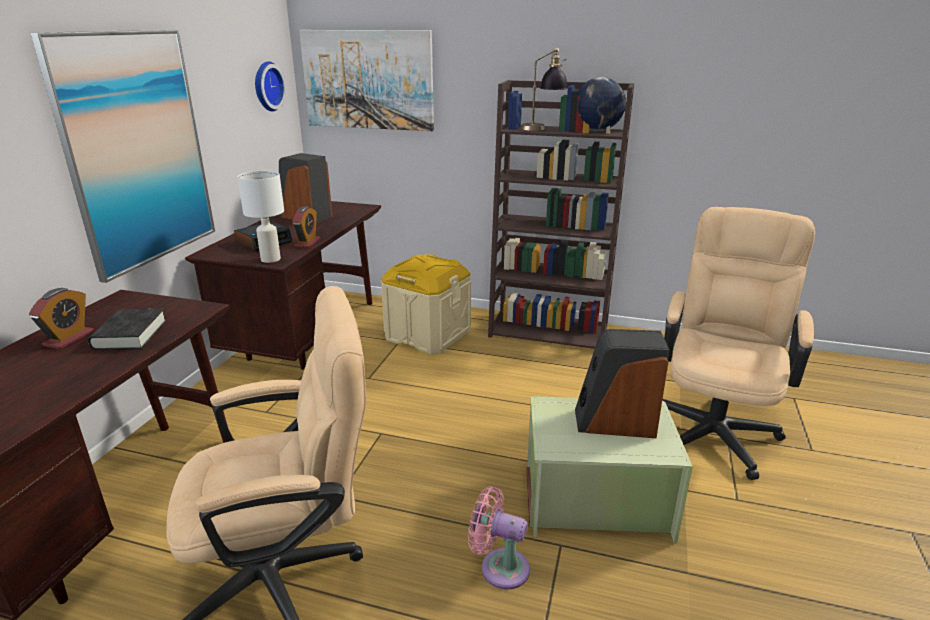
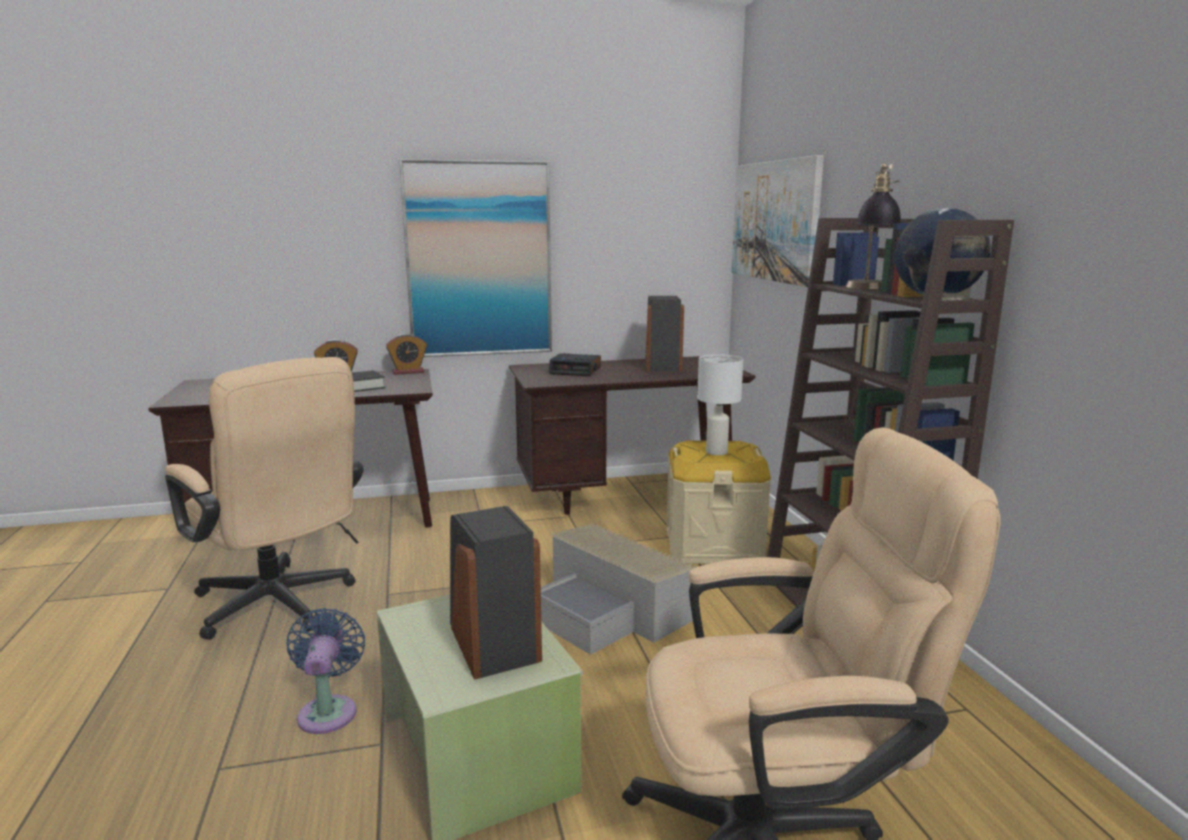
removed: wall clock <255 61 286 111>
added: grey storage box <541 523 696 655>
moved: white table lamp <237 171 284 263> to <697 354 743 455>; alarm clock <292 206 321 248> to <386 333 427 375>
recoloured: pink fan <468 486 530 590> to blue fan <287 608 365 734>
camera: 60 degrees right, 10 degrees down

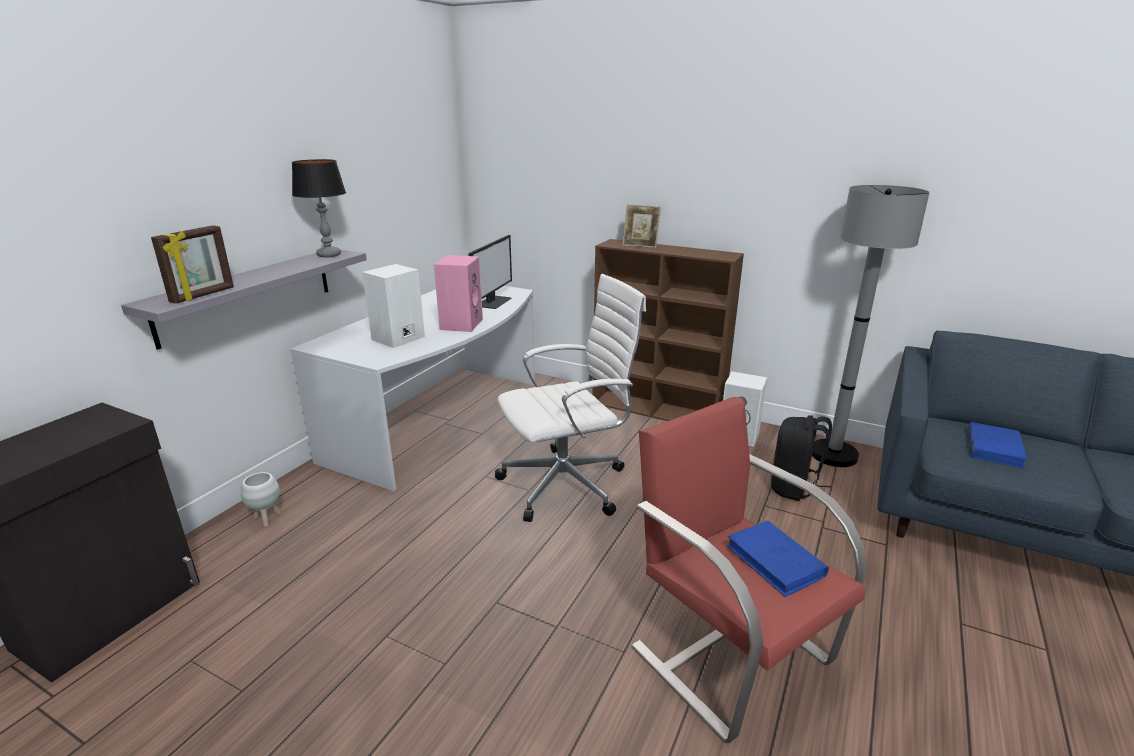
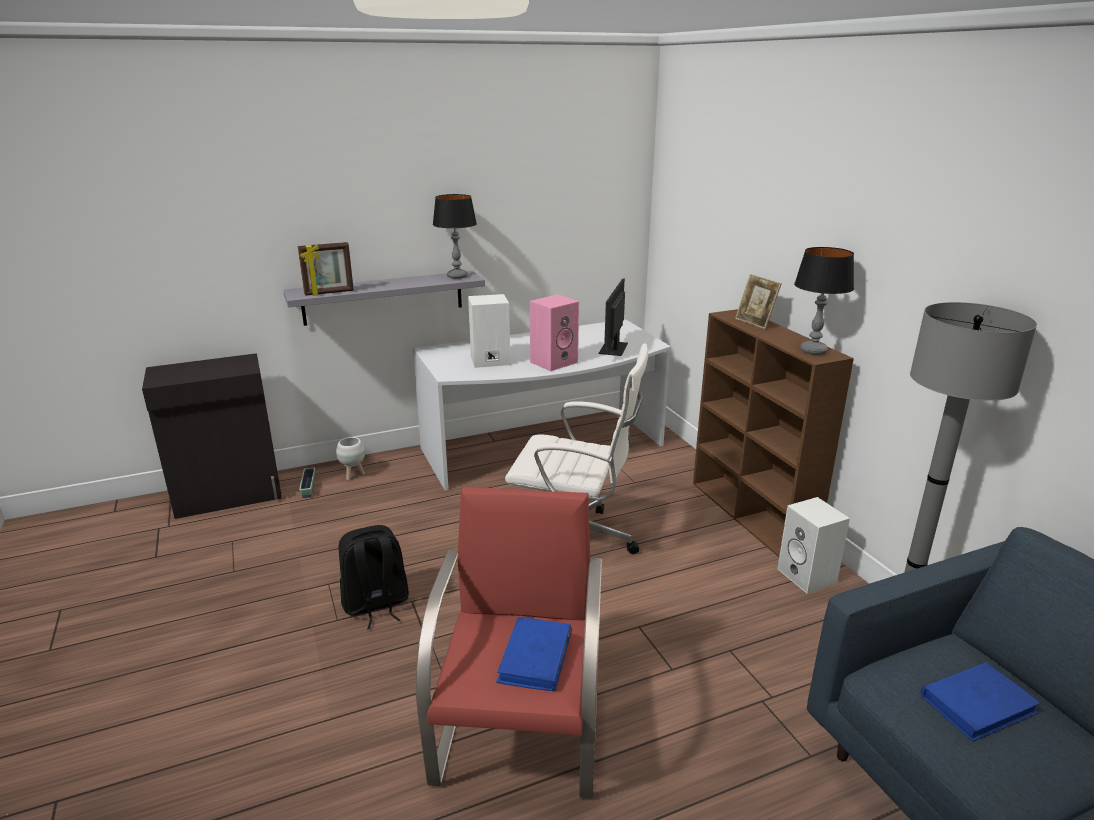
added: planter <299 468 315 498>; table lamp <794 247 854 355>
moved: black backpack <771 415 832 501> to <338 525 409 629>
turned: monitor <468 235 512 309> = <598 278 628 356> 135 degrees clockwise
camera: 40 degrees right, 0 degrees up

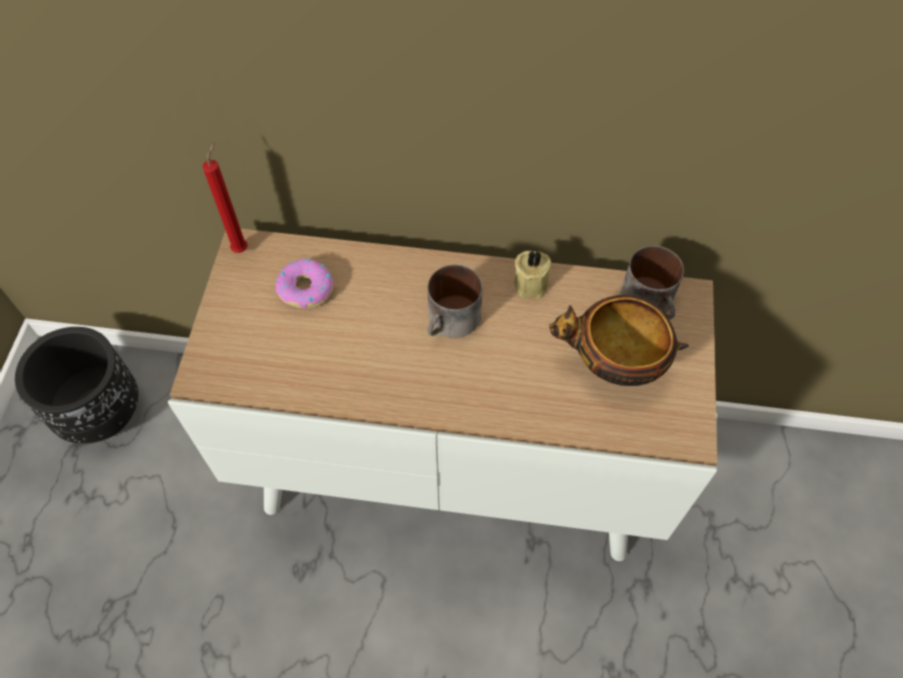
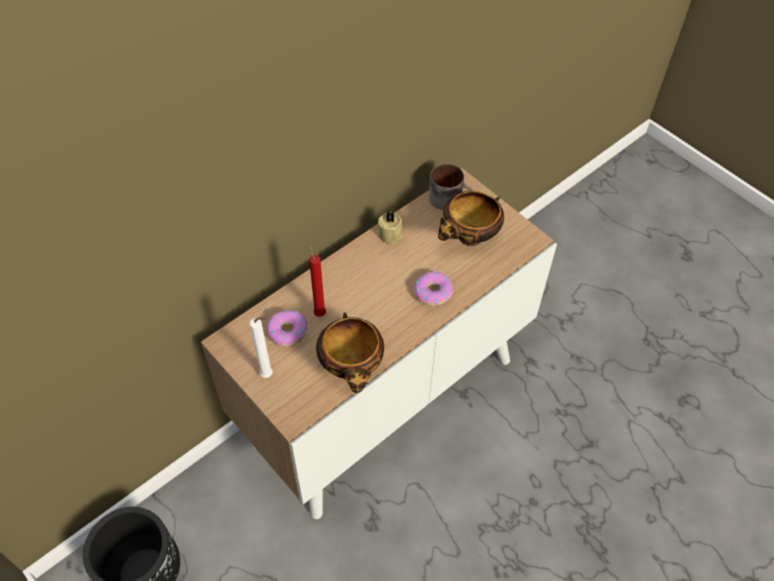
removed: mug <427 265 483 338>
added: white candle <250 317 273 378>; bowl <316 312 384 393>; donut <414 271 453 306>
moved: red candle <202 143 248 253> to <308 244 326 317>
camera: 50 degrees left, 5 degrees down

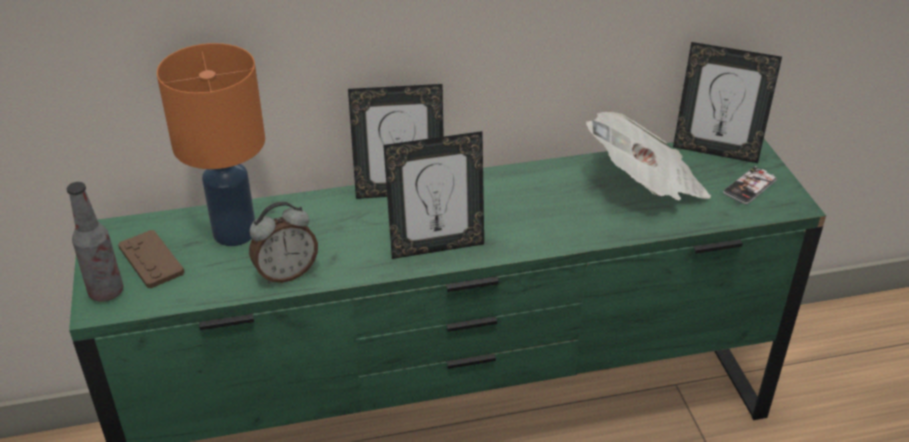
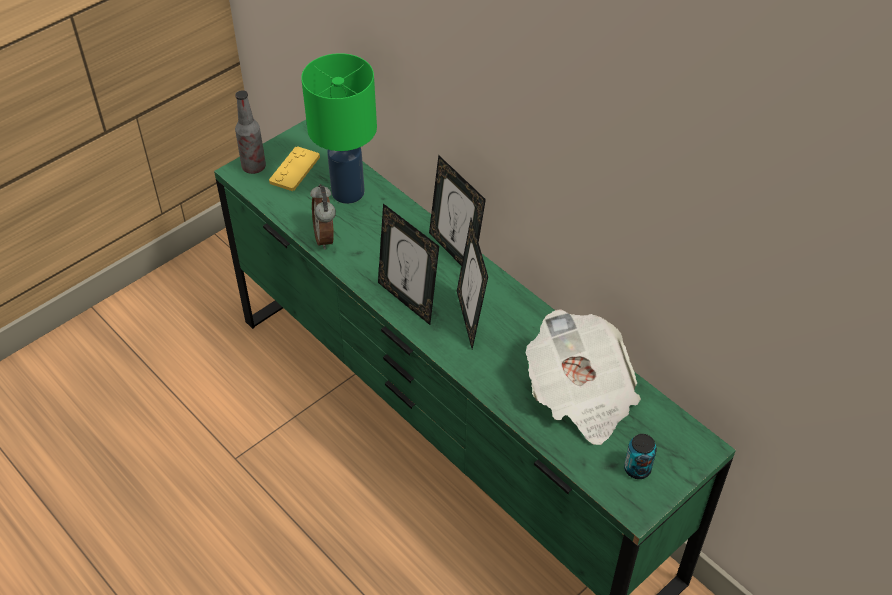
moved: picture frame <673 42 782 163> to <457 218 488 349>
replaced: phone <723 166 777 204> to can <624 434 657 479>
recoloured: brown game controller <118 230 185 289> to yellow game controller <269 146 320 191>; orange table lamp <157 43 265 246> to green table lamp <301 53 377 204>
turned: alarm clock <249 202 318 284> = <310 184 336 250> 45 degrees clockwise
camera: 60 degrees right, 10 degrees up

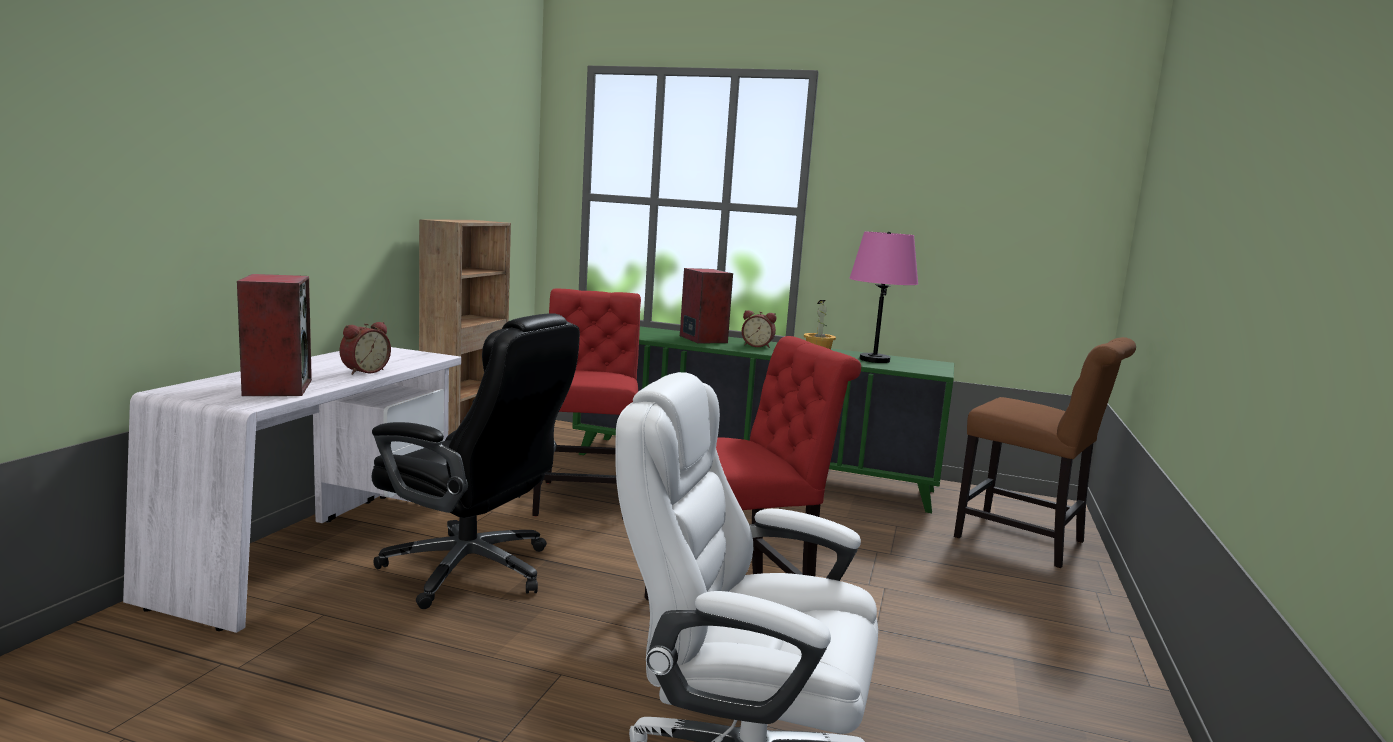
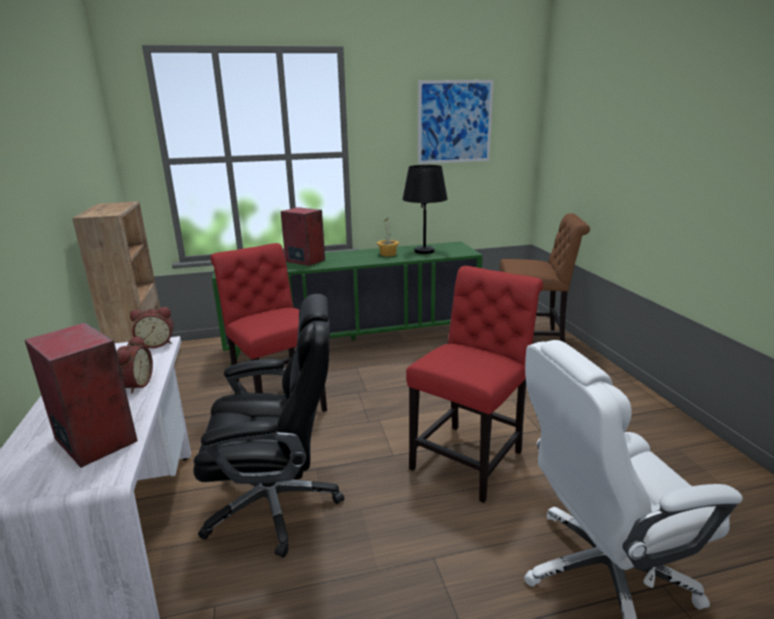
added: picture <418 80 494 164>
moved: alarm clock <742 310 776 348> to <130 307 174 348>
recoloured: pink table lamp <849 232 918 363> to black table lamp <402 165 448 254>
camera: 30 degrees left, 10 degrees up

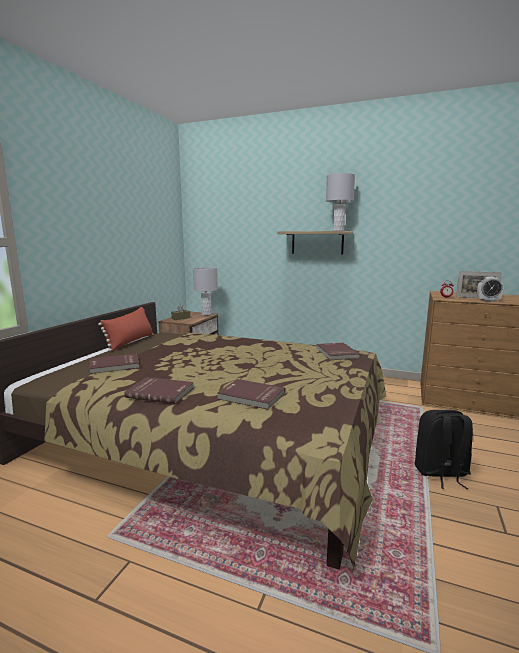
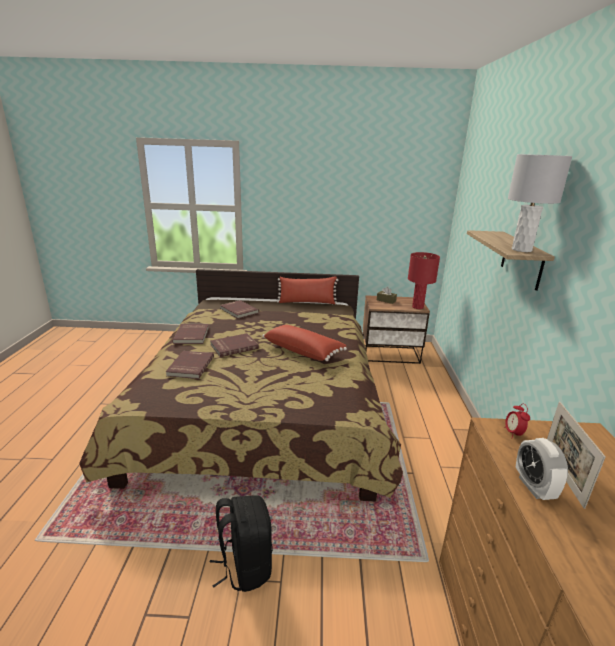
added: red pillow <262 325 347 361>
moved: red book <316 342 360 360> to <210 333 259 357>
recoloured: grey table lamp <193 267 218 315> to red table lamp <408 252 440 309>
camera: 70 degrees right, 10 degrees up

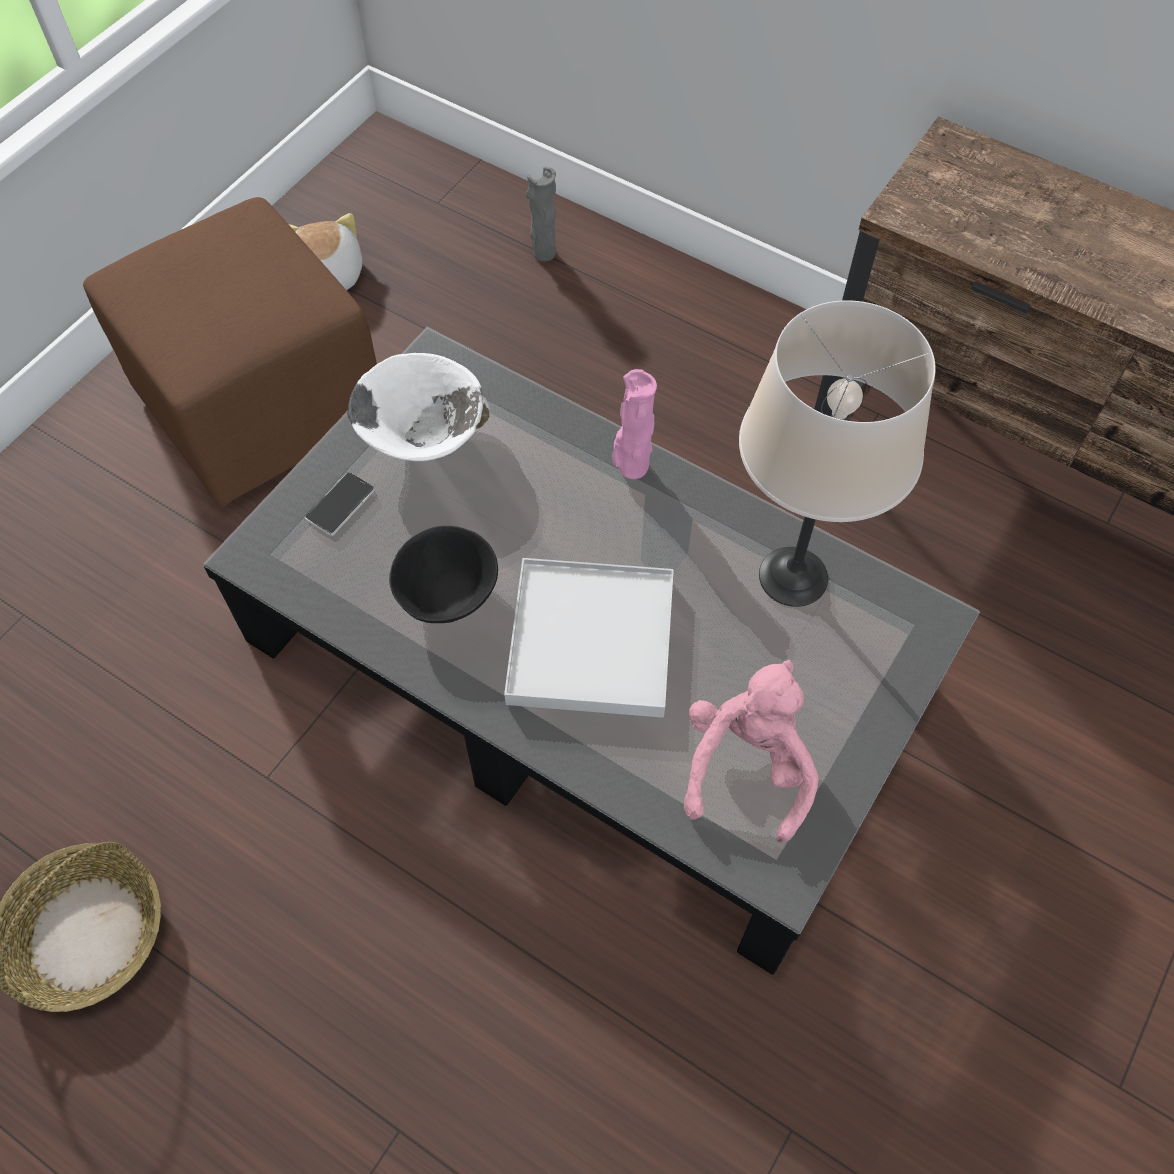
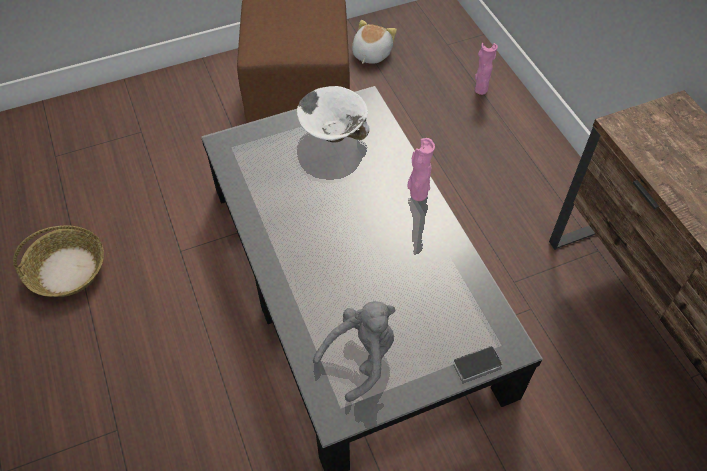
removed: black bowl <389 526 498 623>; white tray <504 558 674 718>; beige table lamp <739 300 936 607>
moved: phone <305 472 374 536> to <453 346 502 381>
recoloured: grey vase <526 167 556 262> to pink vase <475 43 498 95>; pink plush toy <684 660 819 844> to grey plush toy <313 301 395 402>
camera: 35 degrees right, 5 degrees down

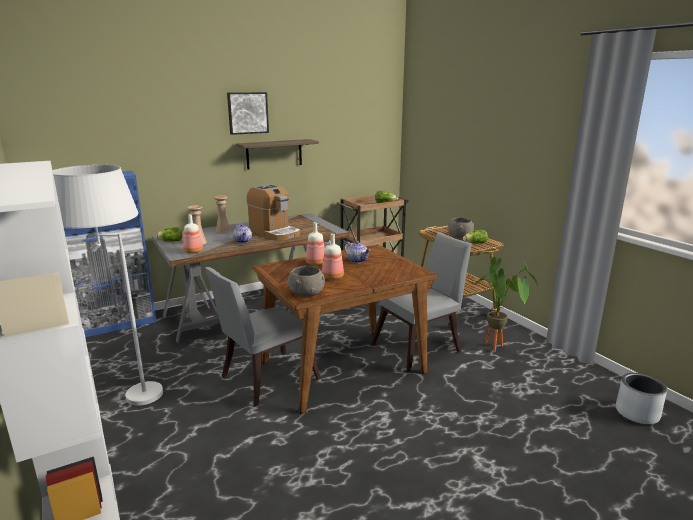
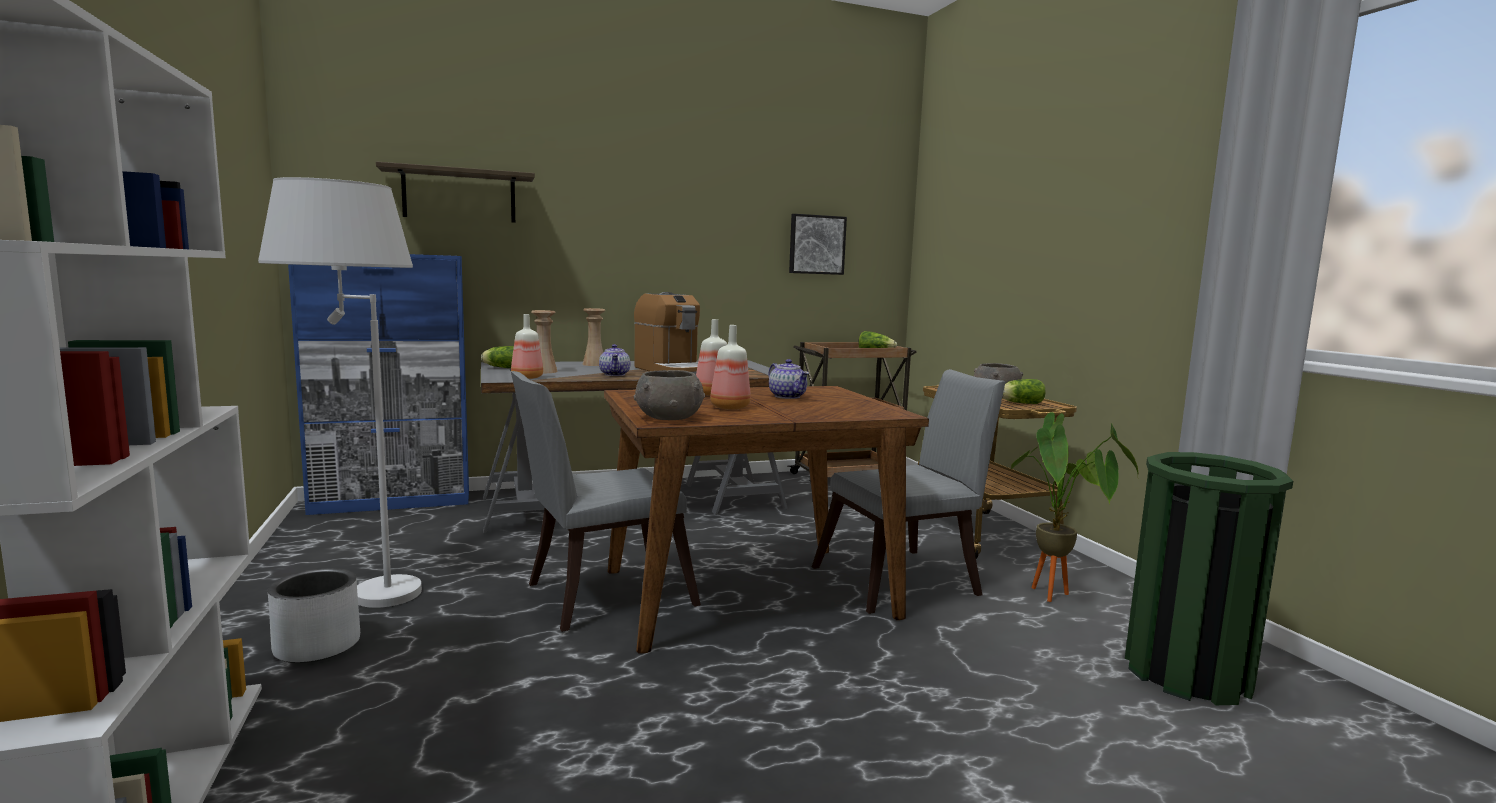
added: green trash can <1125 452 1293 705>
moved: picture <227 92 269 135> to <789 214 847 275>; shelf <236 139 319 170> to <376 161 535 223>; grey planter <616 373 667 424> to <268 568 360 663>
camera: 10 degrees right, 10 degrees down

